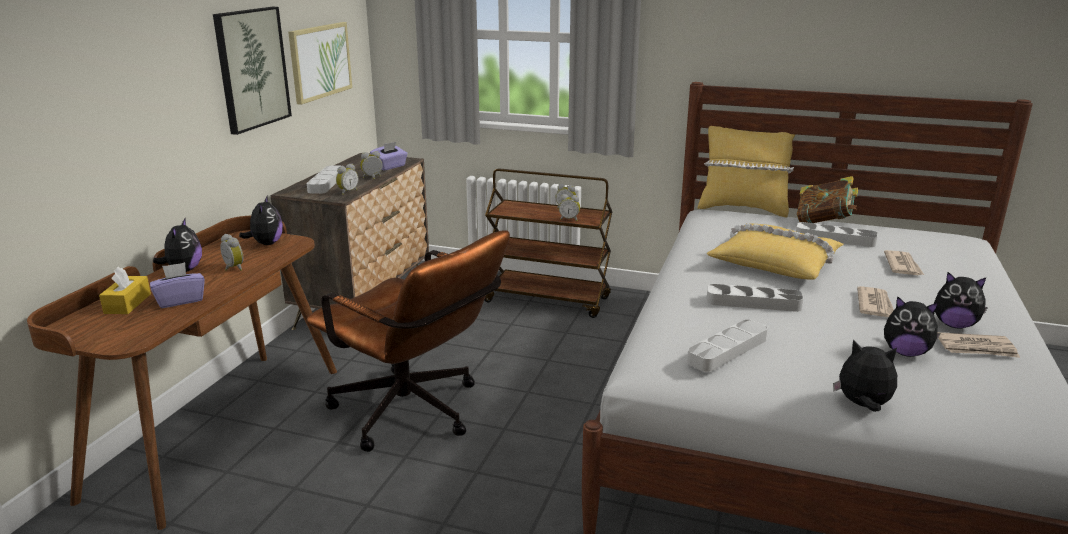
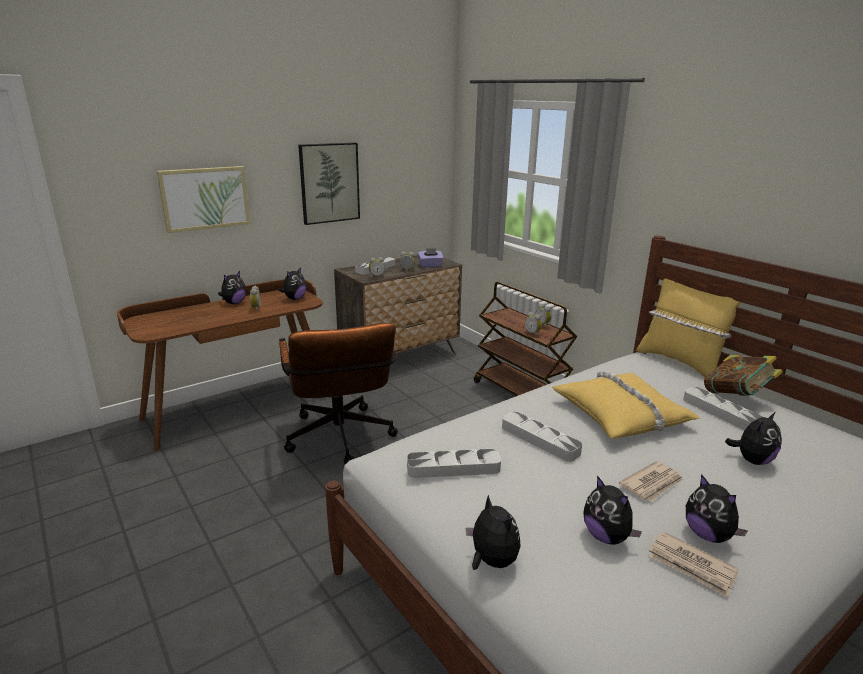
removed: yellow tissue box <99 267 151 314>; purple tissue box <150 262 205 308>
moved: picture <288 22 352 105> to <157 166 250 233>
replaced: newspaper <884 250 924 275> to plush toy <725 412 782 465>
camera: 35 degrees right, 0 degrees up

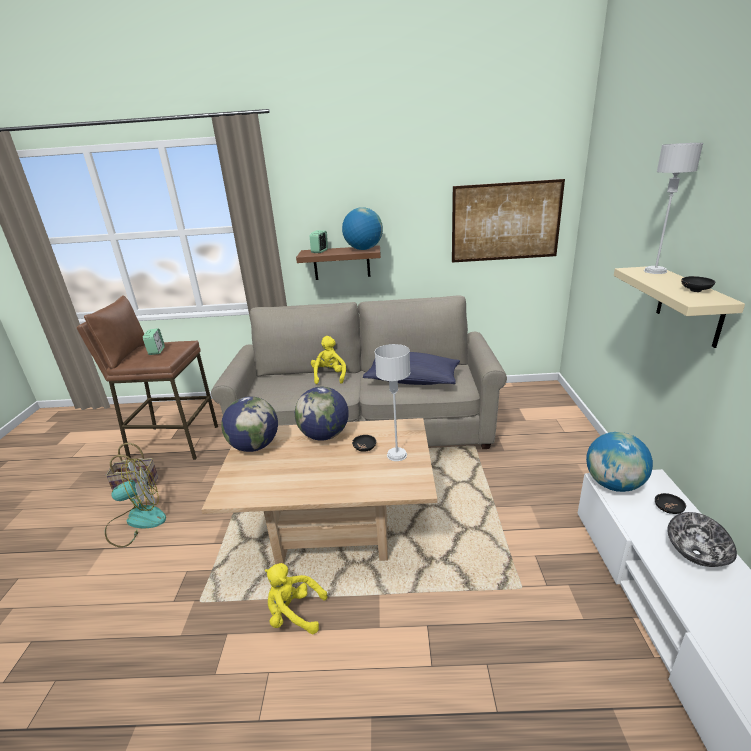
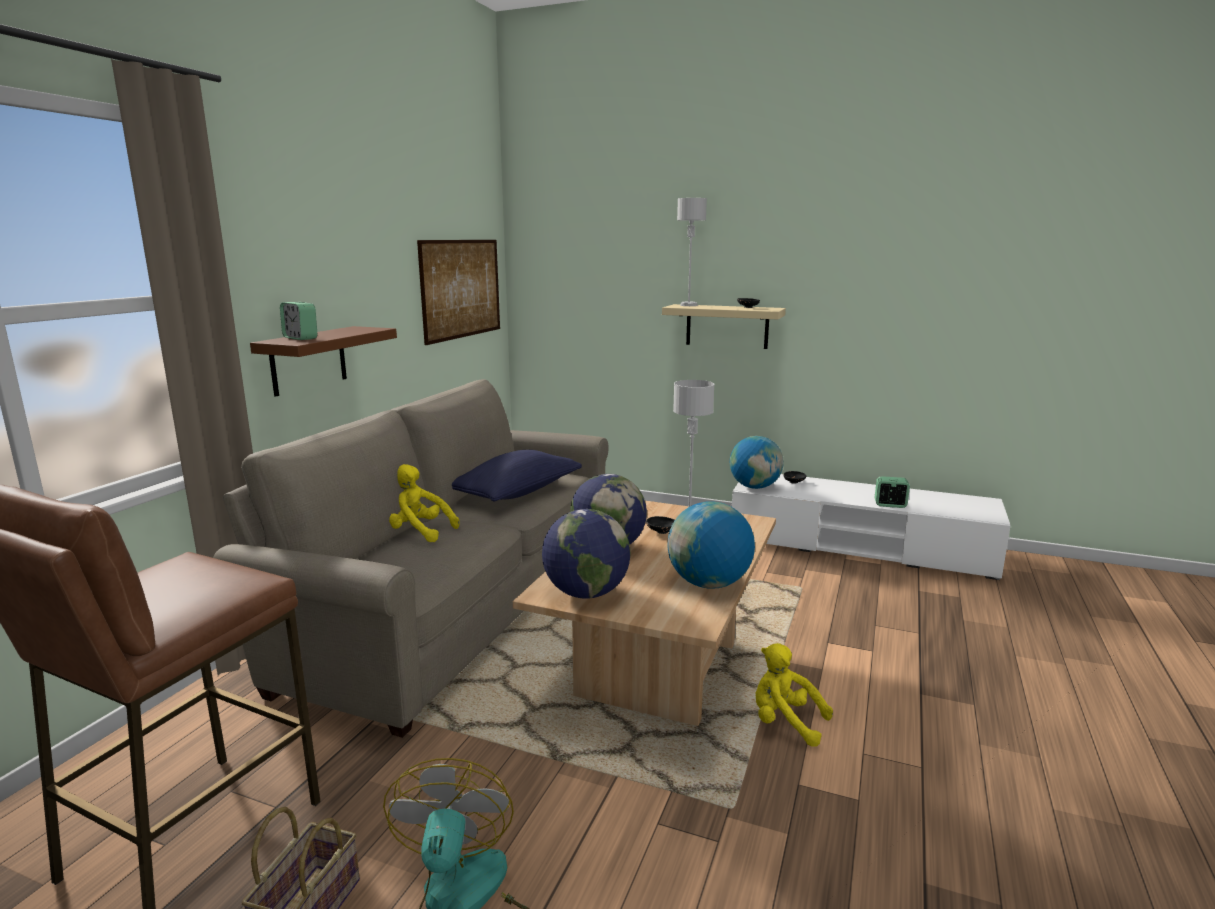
removed: bowl <667 512 737 567>
moved: alarm clock <143 328 165 355> to <875 476 910 508>; globe <342 207 383 250> to <667 501 755 589>
turned: yellow plush toy <265 563 328 634> = <756 643 833 747> 90 degrees clockwise
camera: 70 degrees left, 10 degrees down

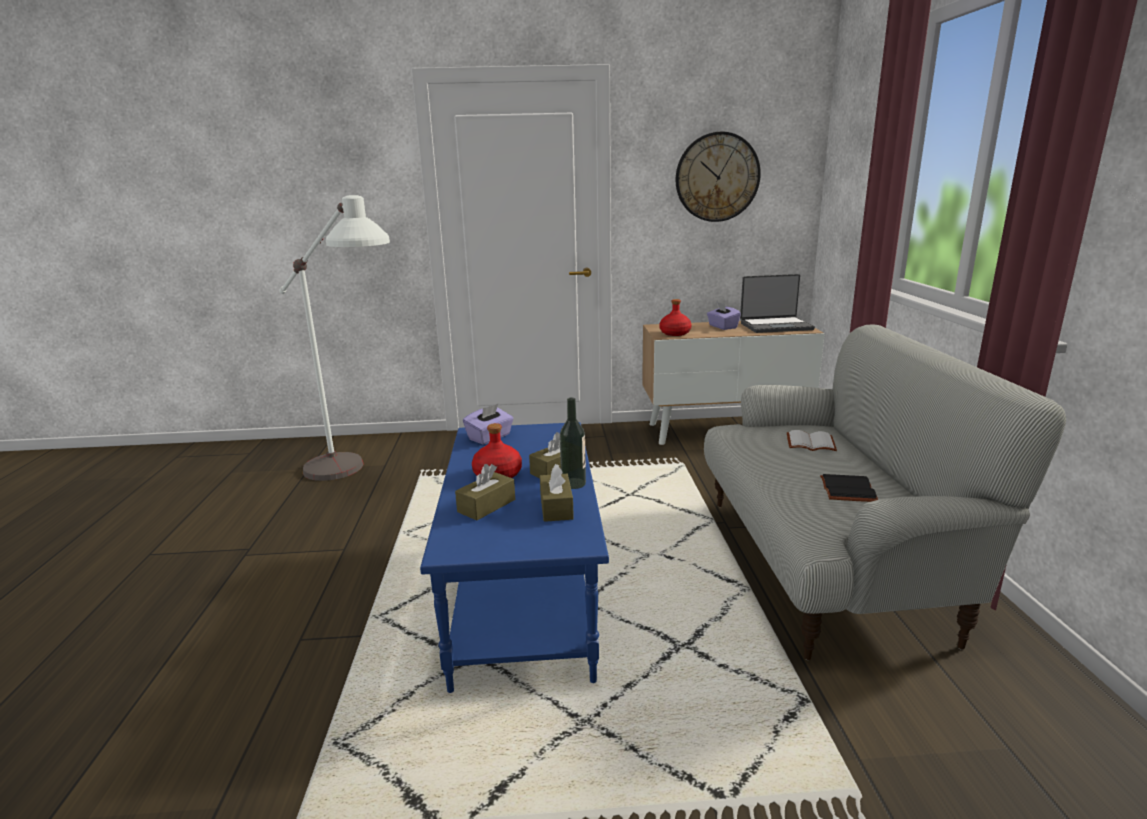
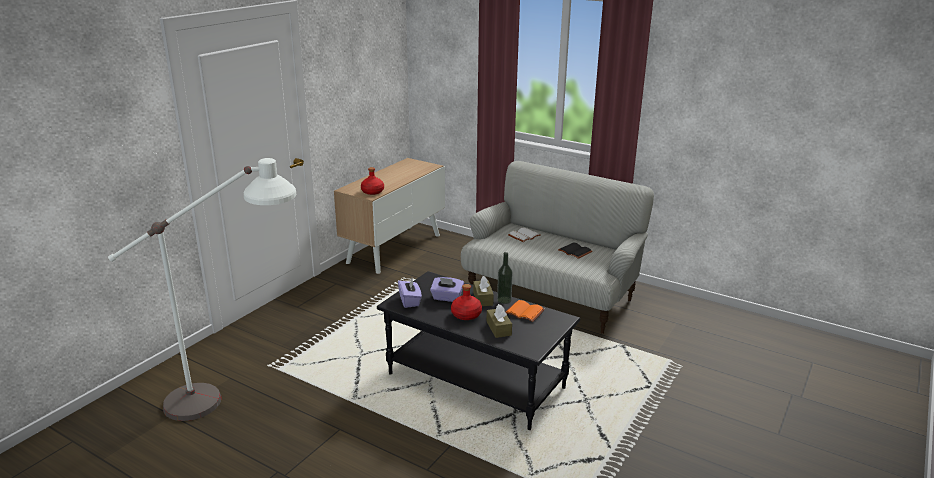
removed: wall clock <676 131 761 222>; laptop <740 274 815 333>
moved: purple tissue box <707 302 741 330> to <430 277 464 302>
replaced: brown tissue box <540 464 574 522> to orange book <506 300 545 322>
recoloured: blue coffee table <420 422 609 693> to black coffee table <377 271 580 430>
camera: 55 degrees left, 5 degrees up

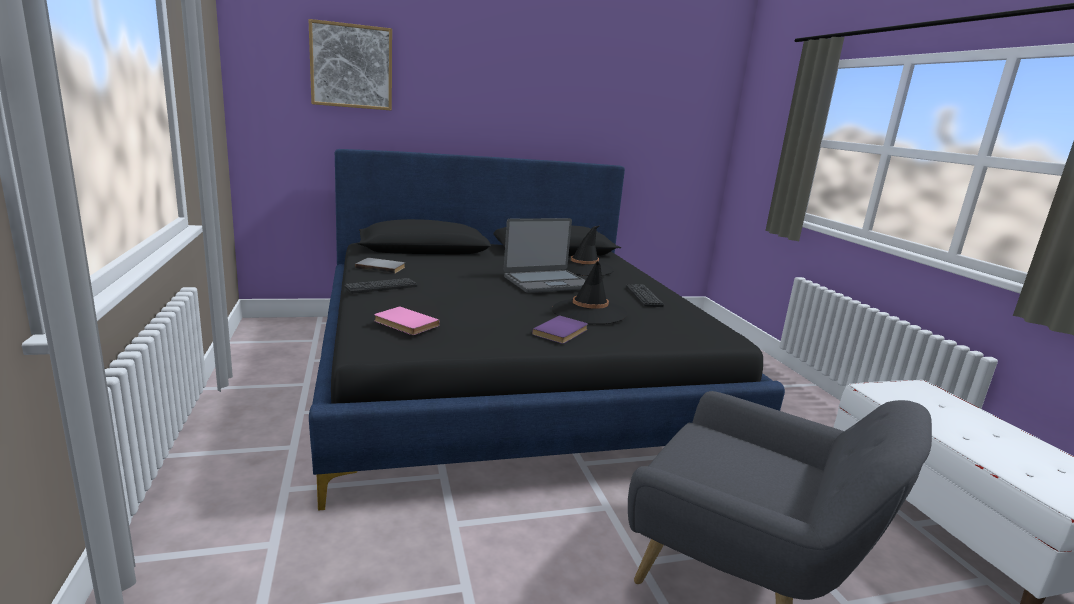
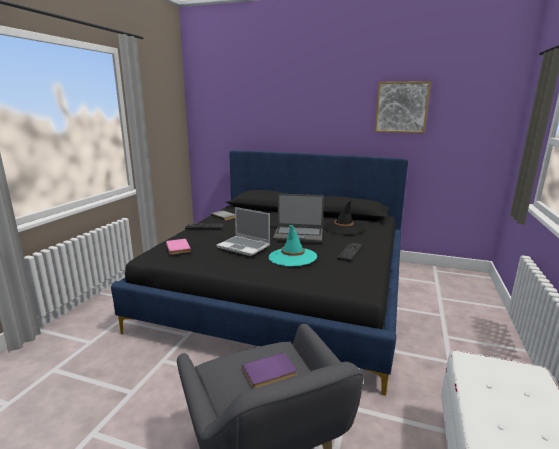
added: laptop <216 207 270 256>
moved: picture <308 19 392 111> to <375 81 431 133>; purple book <532 315 588 344> to <242 352 297 389>
recoloured: black hat <552 261 627 324> to turquoise hat <269 225 317 266>
camera: 35 degrees right, 0 degrees up

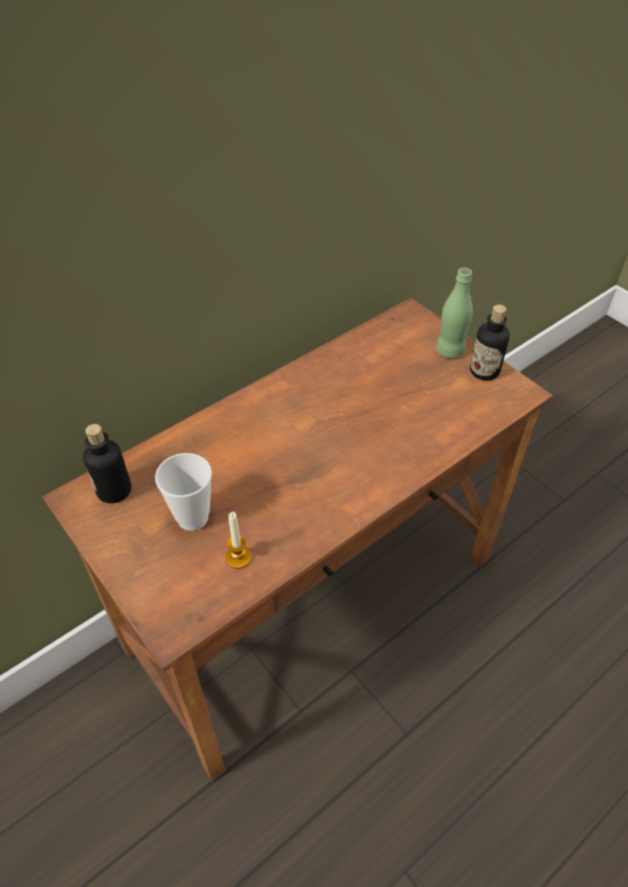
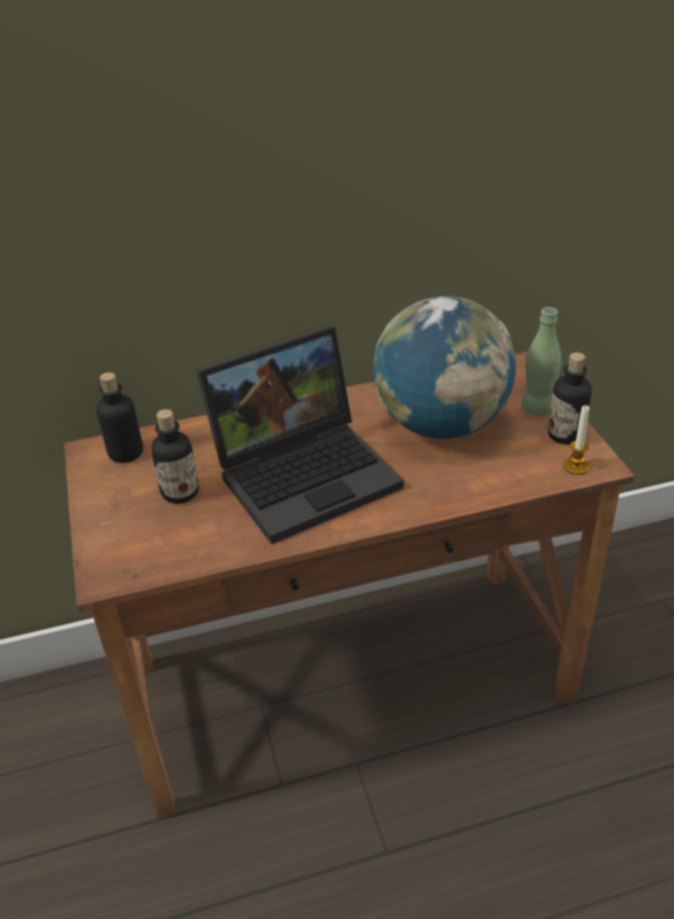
added: laptop <196 325 404 544>; globe <373 296 516 439>
moved: candle <226 512 251 569> to <563 405 589 475>
replaced: cup <155 453 212 531> to bottle <151 409 199 504>
camera: 25 degrees right, 10 degrees down

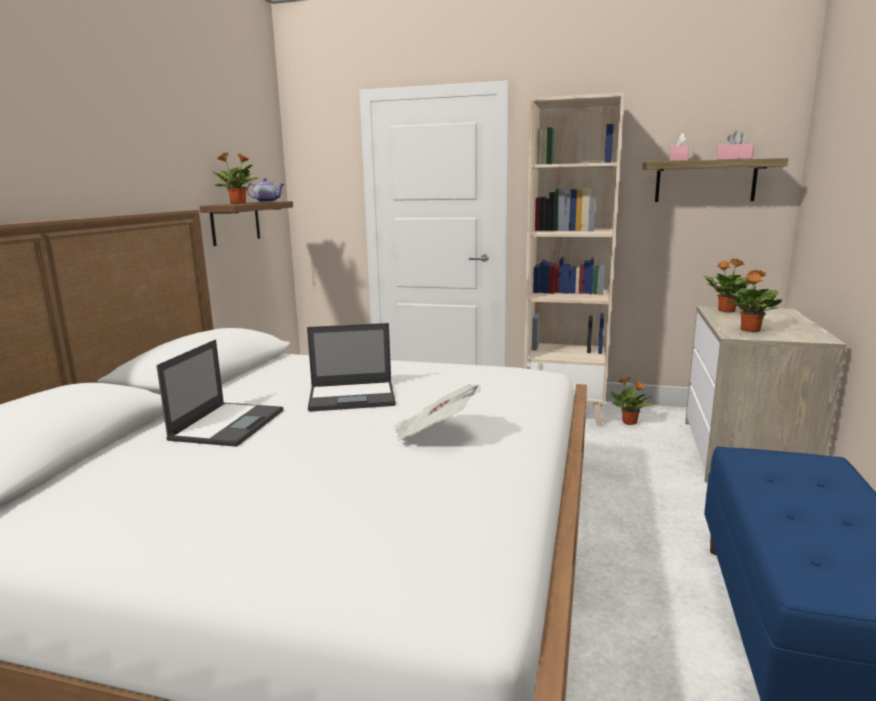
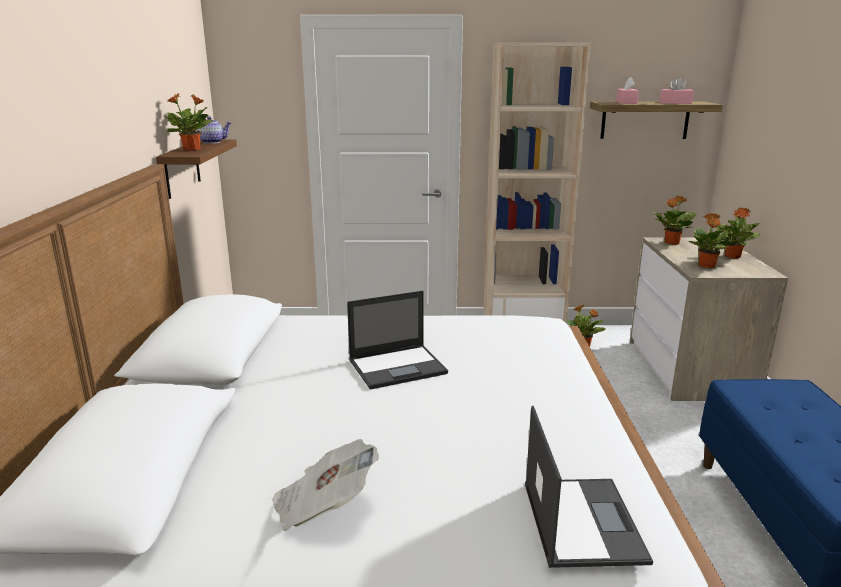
added: potted plant <716 207 760 259>
moved: laptop <156 339 283 447> to <525 406 653 568>; newspaper <395 384 481 440> to <272 439 379 531>
camera: 15 degrees left, 5 degrees up

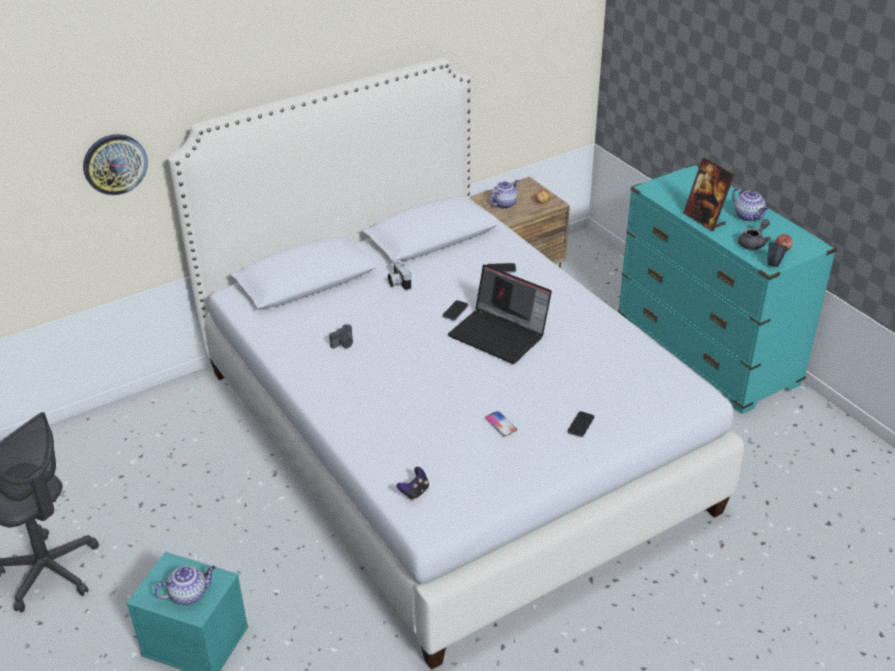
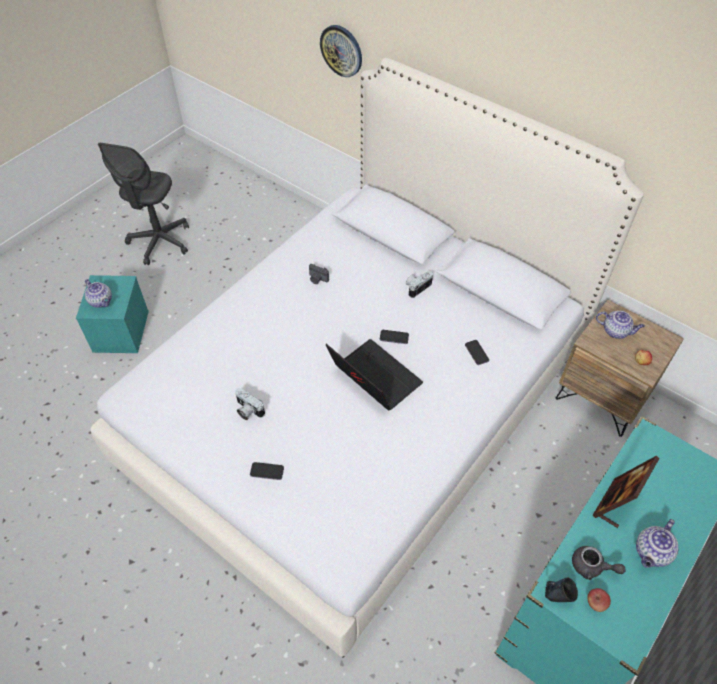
removed: game controller <397 467 429 500>
replaced: phone <485 411 517 436> to photo camera <235 388 265 420>
turned: laptop <448 265 552 364> = <326 339 423 411> 120 degrees clockwise
camera: 70 degrees right, 15 degrees up

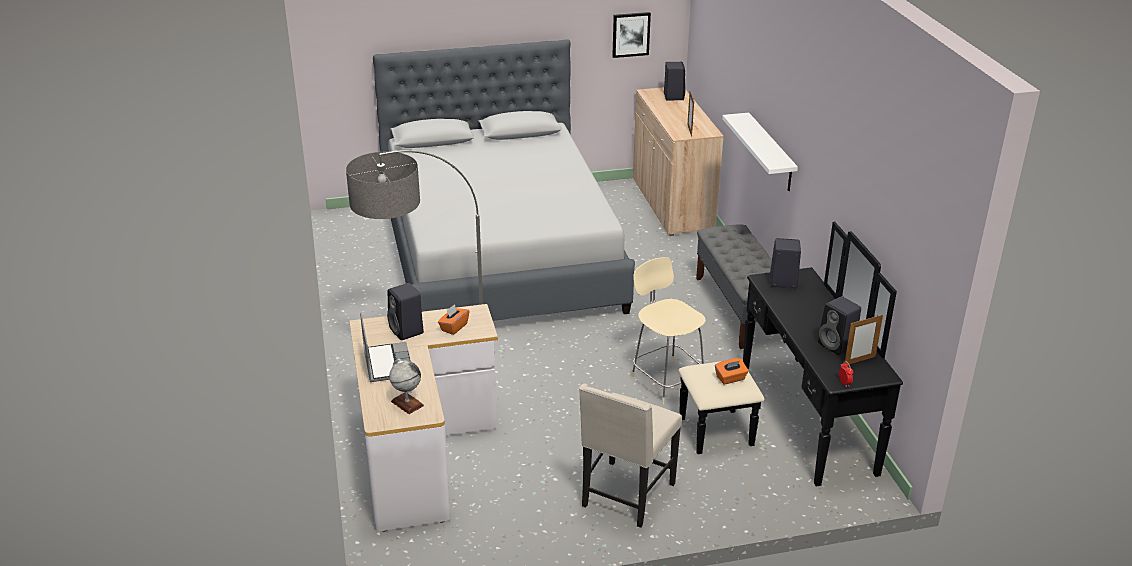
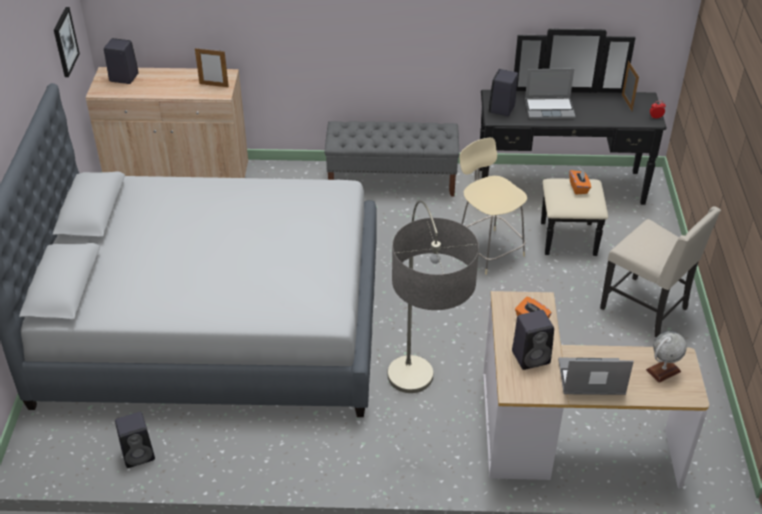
removed: white shelf <722 113 798 191>
added: laptop <525 68 576 119>
moved: black speaker <818 296 861 355> to <115 412 155 468>
turned: beige chair <631 257 706 404> = <459 138 527 275> 75 degrees clockwise
camera: 75 degrees left, 10 degrees up

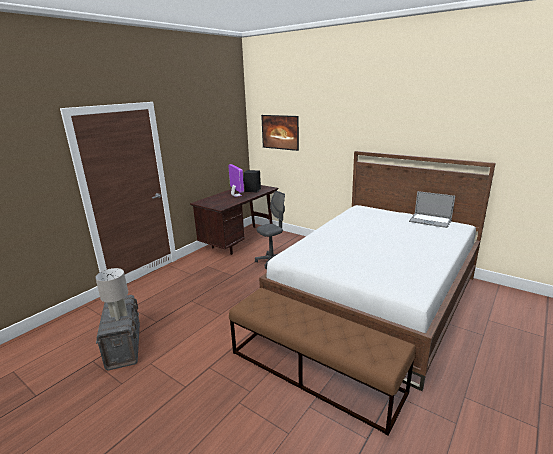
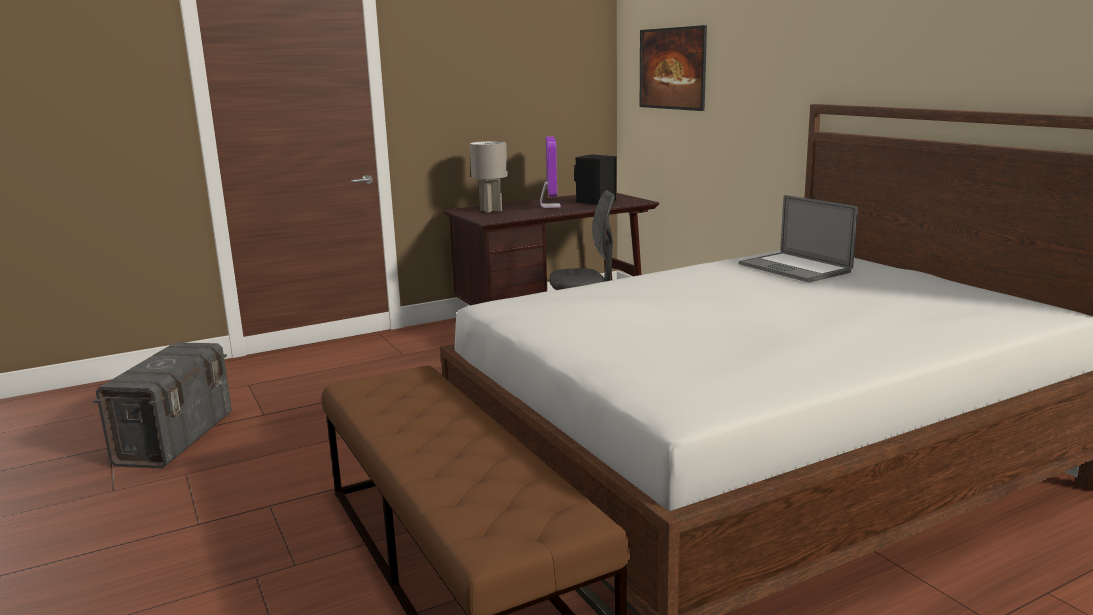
moved: grey table lamp <95 268 128 321> to <470 141 508 213>; laptop <409 191 455 228> to <739 195 858 282>
camera: 25 degrees right, 5 degrees down

